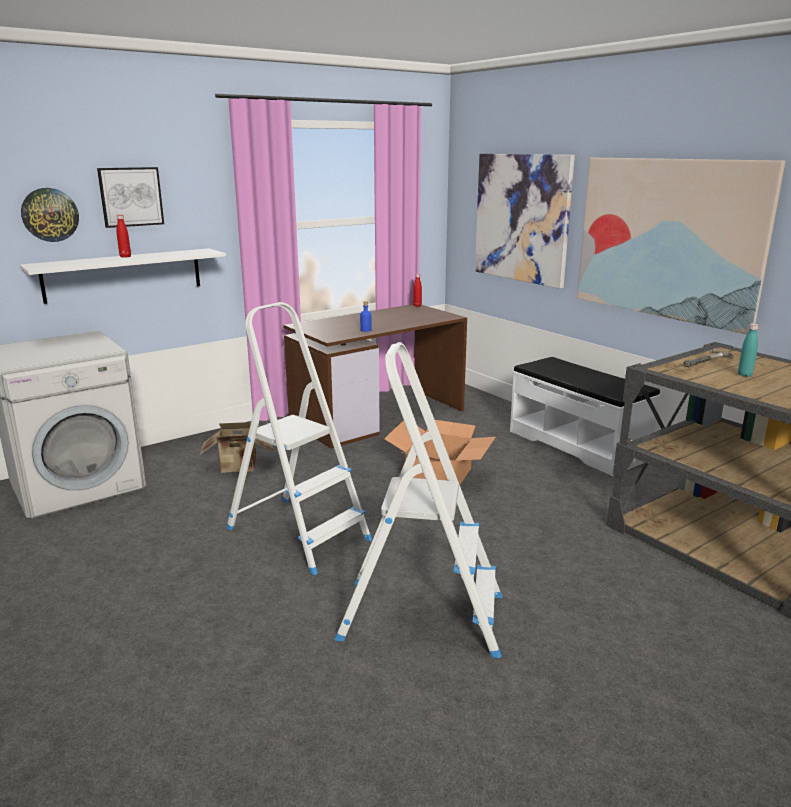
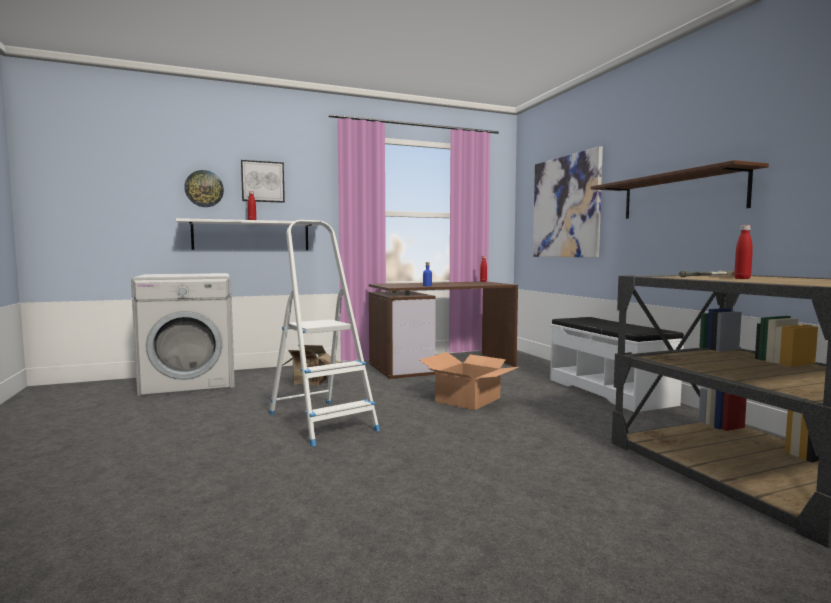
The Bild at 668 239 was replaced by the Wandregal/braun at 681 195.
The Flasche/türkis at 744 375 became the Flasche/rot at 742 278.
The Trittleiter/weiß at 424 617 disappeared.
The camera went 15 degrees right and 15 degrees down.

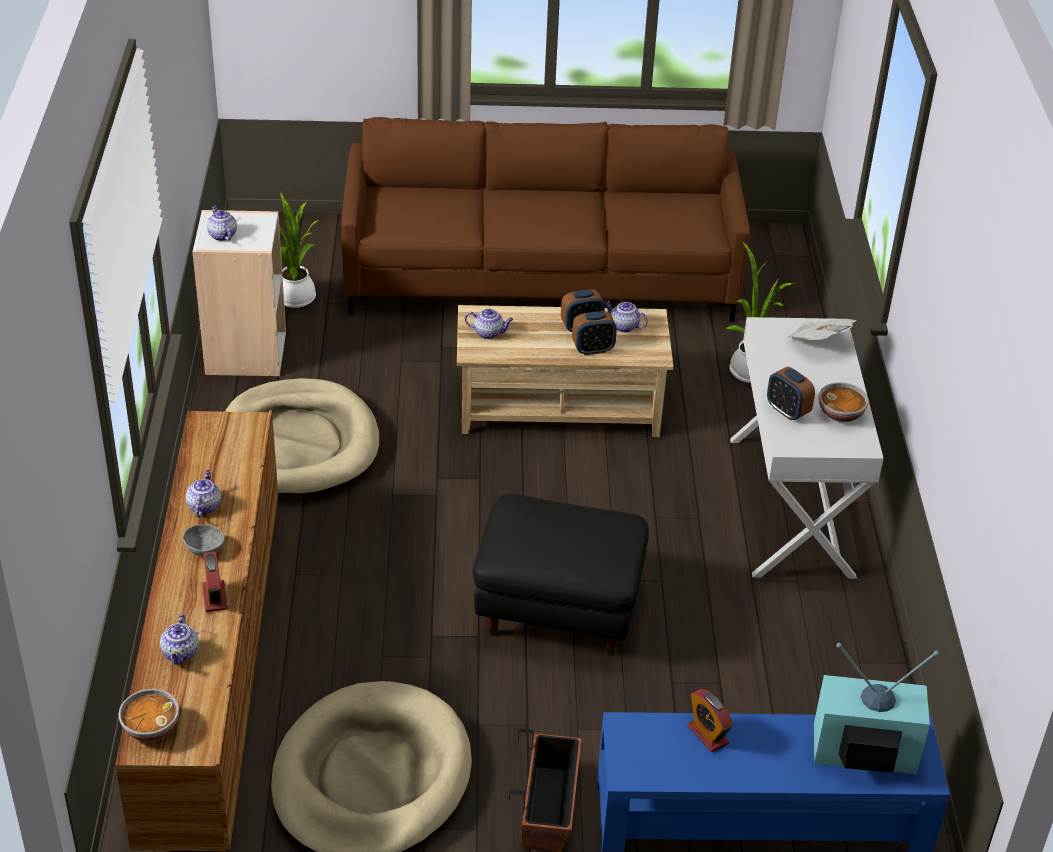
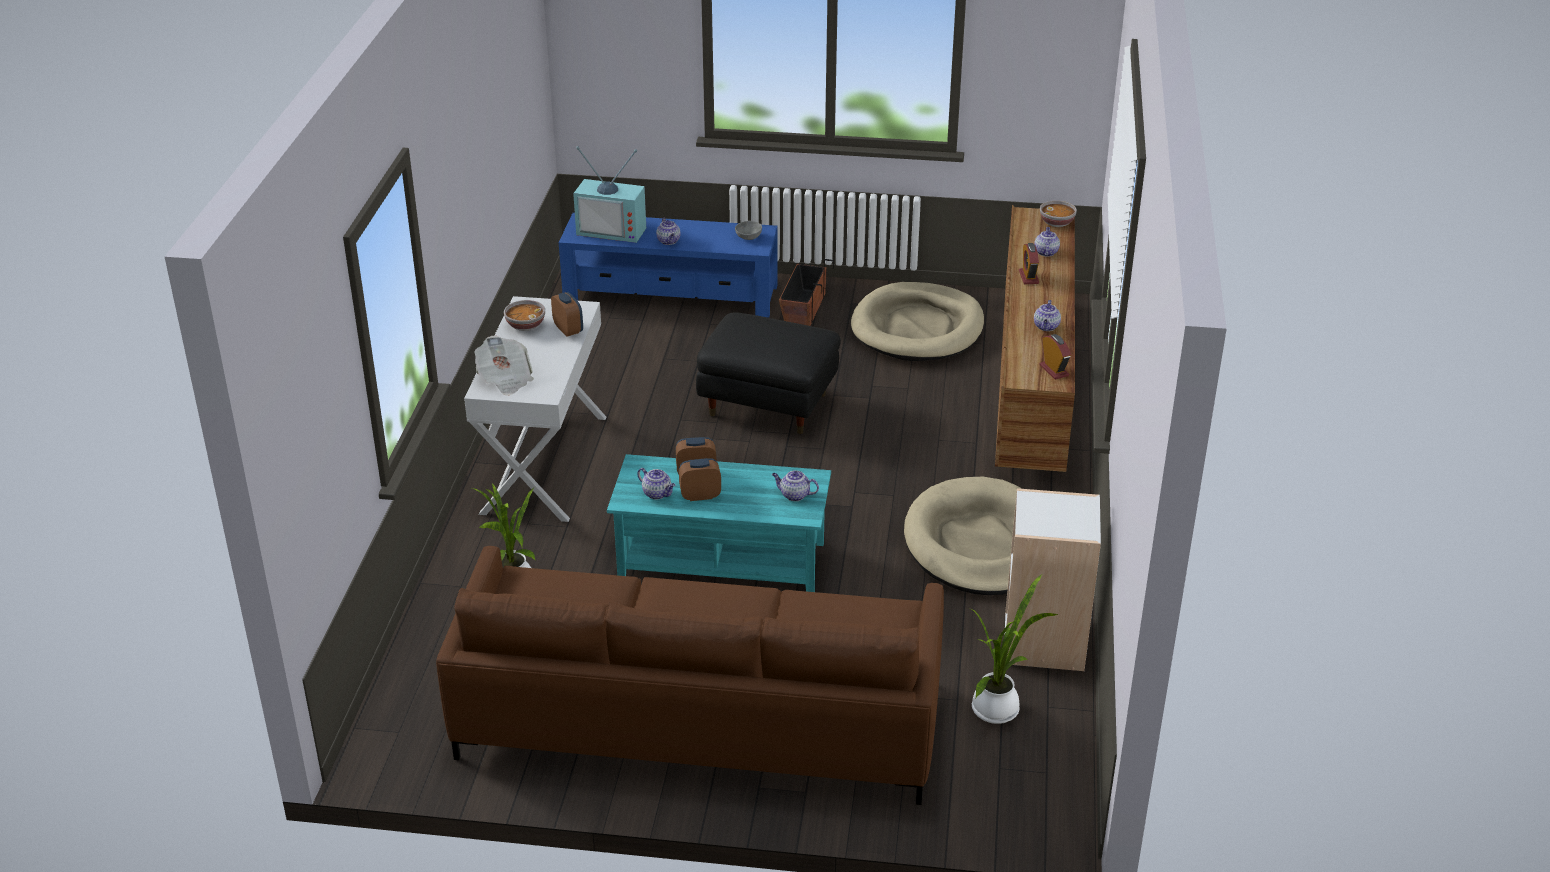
The Teekanne moved from 222 235 to 669 241.
The Couchtisch/beige at 560 406 became the Couchtisch/türkis at 721 562.
The Schüssel/grau moved from 205 548 to 748 237.
The Wecker moved from 708 734 to 1054 370.
The camera went 170 degrees left and 5 degrees down.

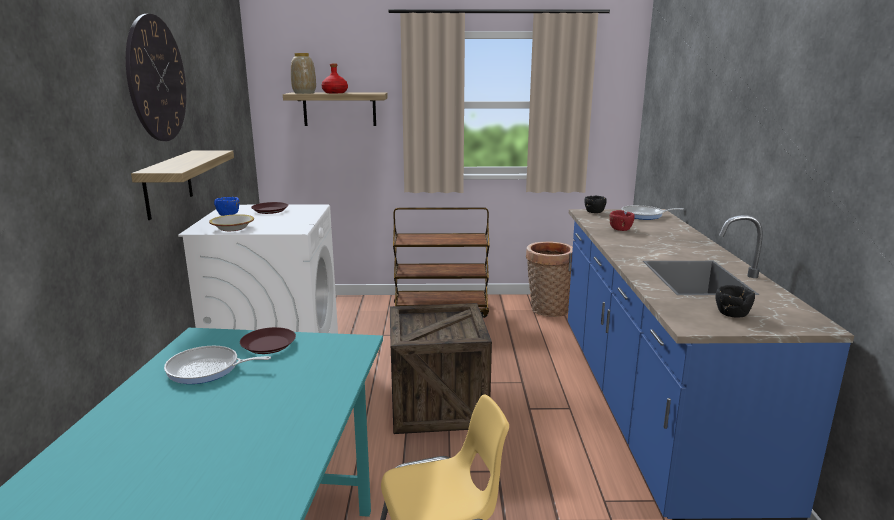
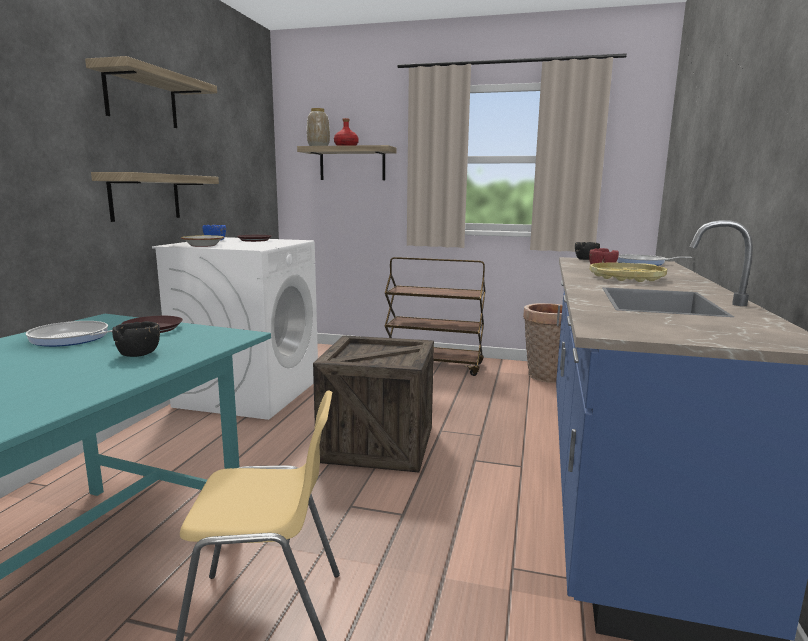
The Wanduhr at 157 79 was replaced by the Wandregal at 141 98.
The Schüssel/schwarz moved from 732 313 to 138 354.
The Tablett/gelb at 626 278 appeared.
The camera went 15 degrees right and 5 degrees down.

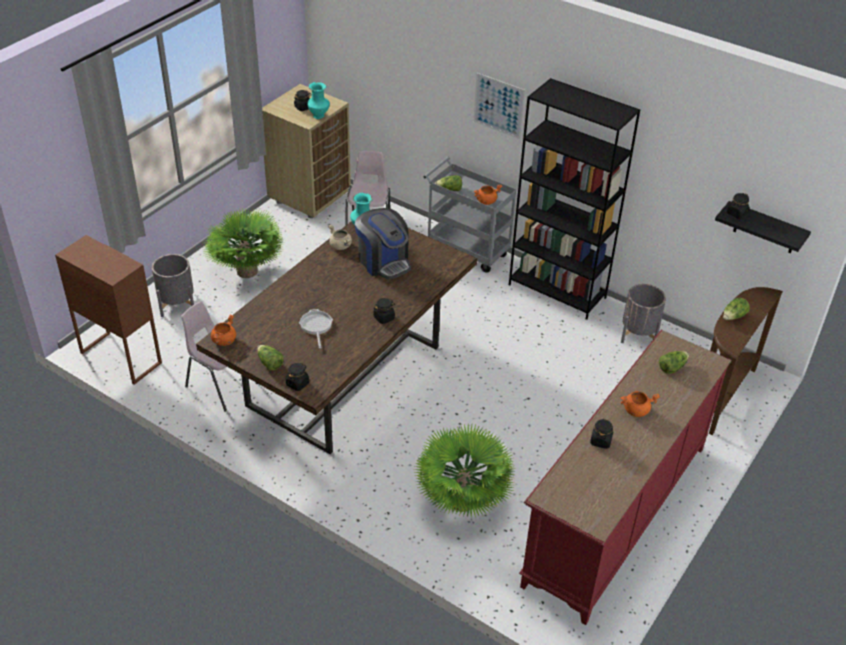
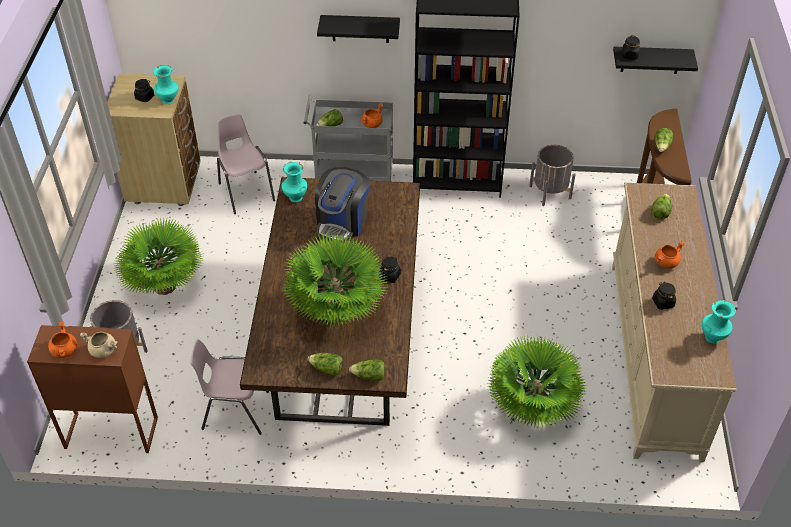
The Bild at 498 106 was replaced by the Wandregal/schwarz at 360 28.
The Kaffeemaschine at 383 261 turned 90 degrees clockwise.
The Kochtopf/beige moved from 341 246 to 103 350.
The Pfanne at 316 326 was replaced by the Topfpflanze at 337 313.
The Kochtopf/orange moved from 224 340 to 64 351.
The Schrank/rot at 615 513 became the Schrank/beige at 652 356.
The Vorratsglas/schwarz at 297 383 was replaced by the Salatkopf at 369 376.
The Vase/türkis at 713 337 appeared.
The camera went 30 degrees left and 5 degrees up.

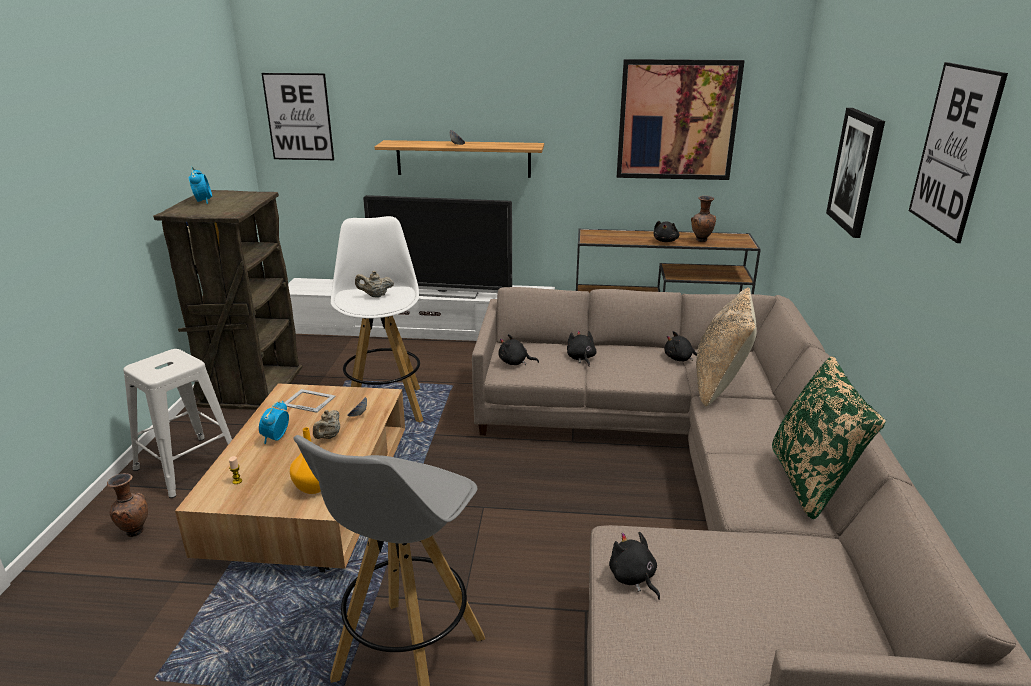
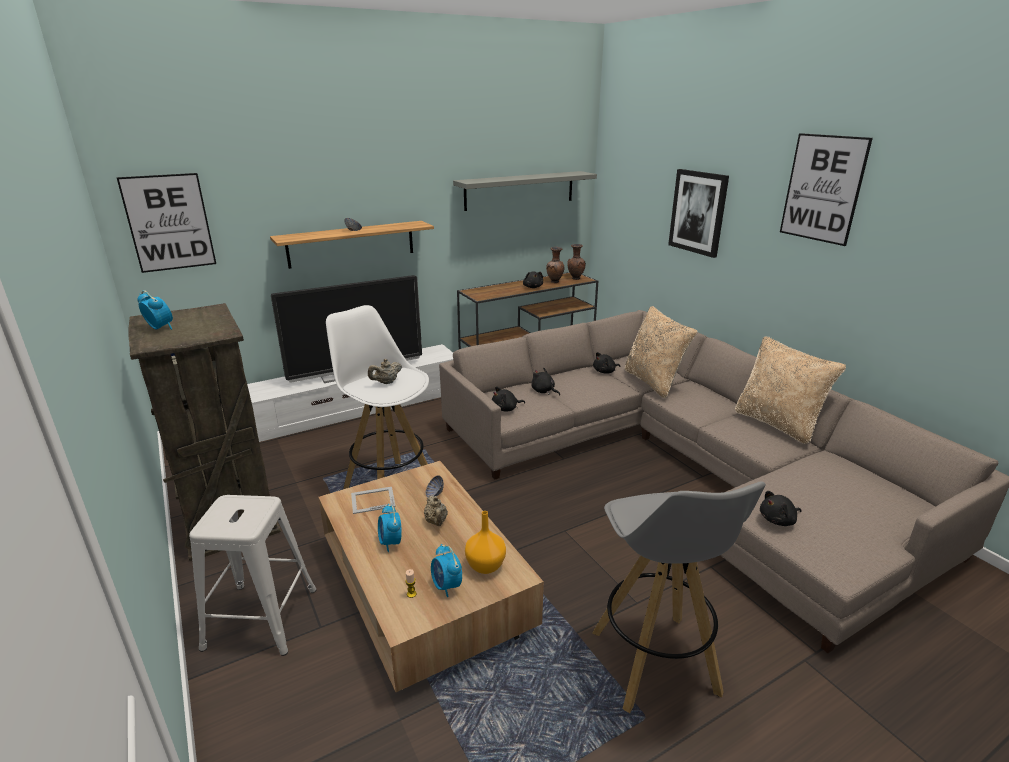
The Bild at 677 120 was replaced by the Wandregal/grau at 520 190.
The Kissen/grün at 809 486 became the Kissen/beige at 776 426.
The Vase/braun moved from 134 531 to 575 278.
The Plüschtier/schwarz at 633 578 turned 45 degrees counterclockwise.
The Wecker at 446 586 appeared.
The camera went 35 degrees left and 0 degrees up.

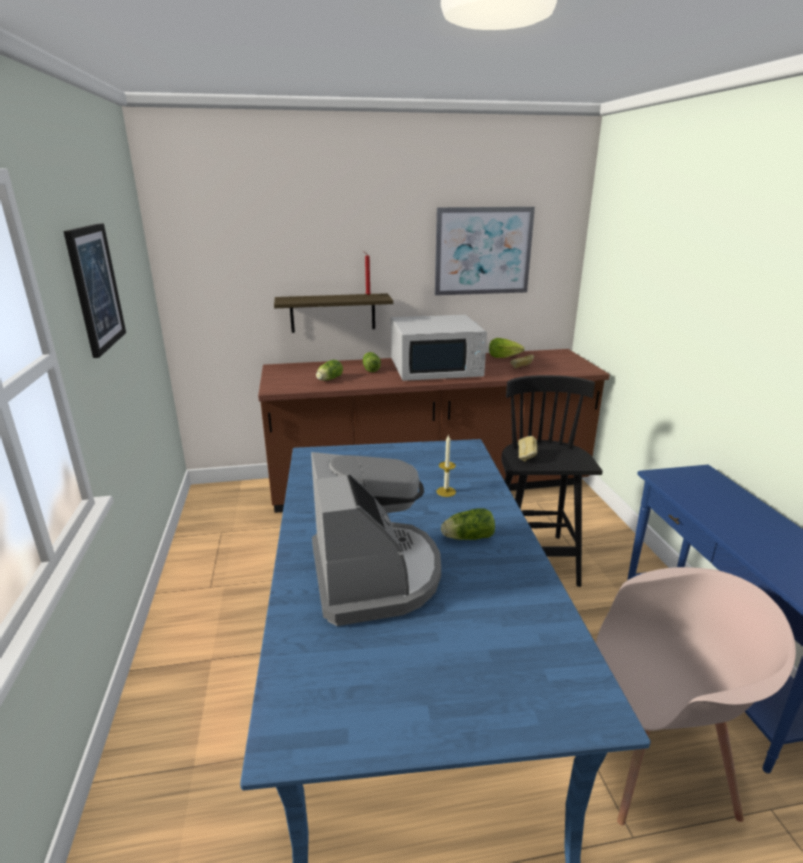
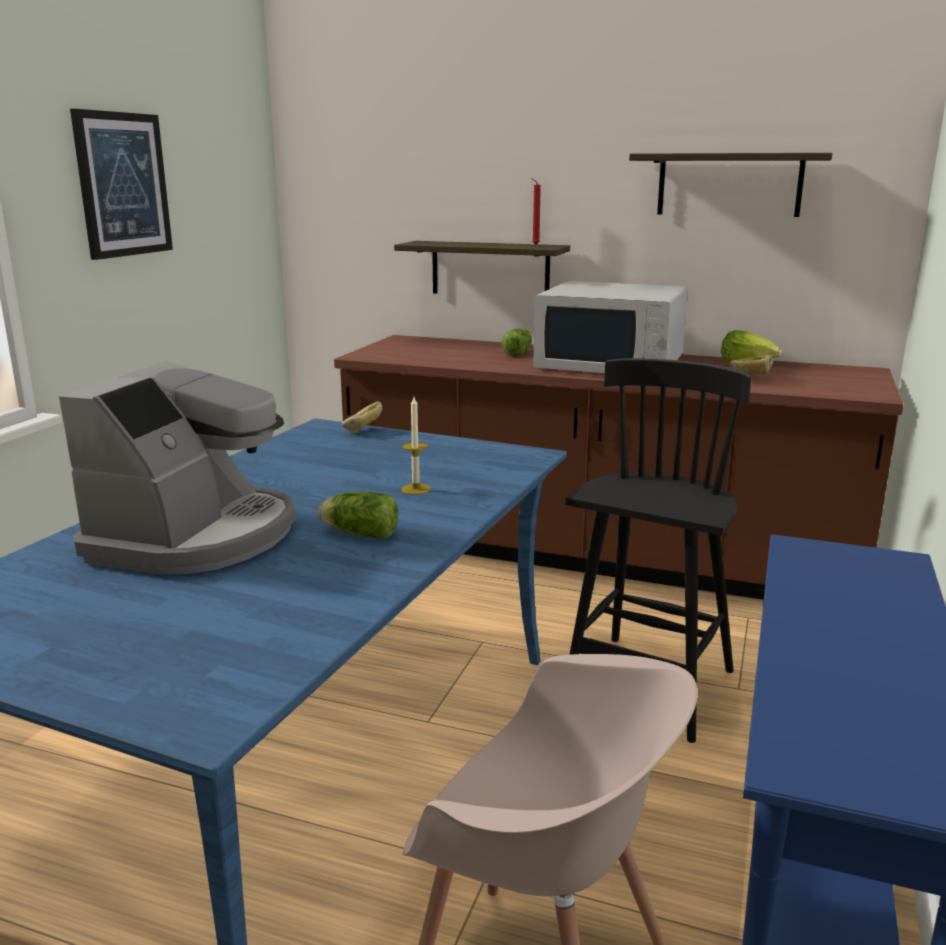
The Bild at 483 251 was replaced by the Wandregal at 729 185.
The Salatkopf at 328 379 disappeared.
The Brot moved from 526 457 to 363 431.
The camera went 30 degrees right and 5 degrees down.

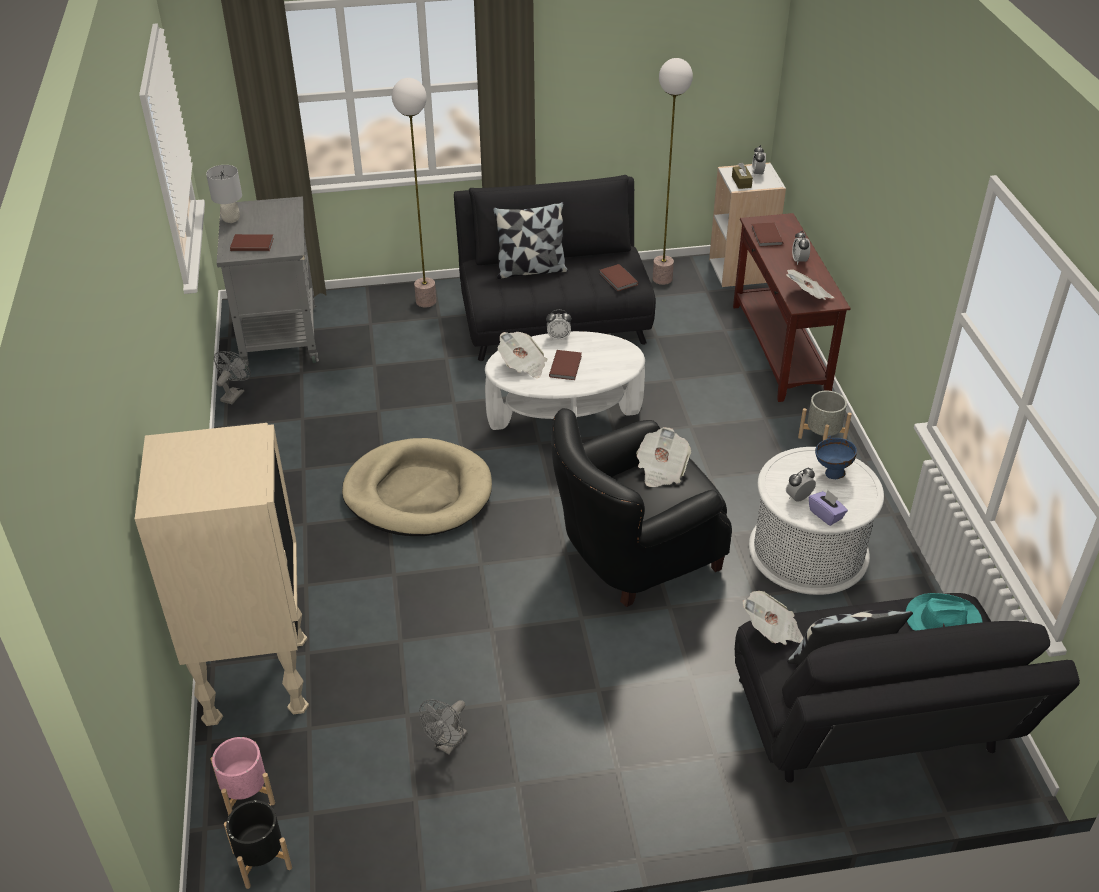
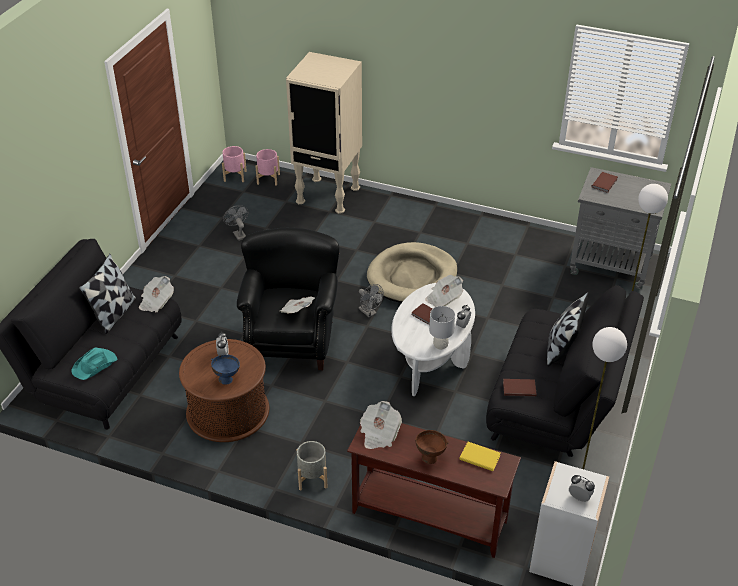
The Taschentuchbox/braun at 741 182 disappeared.
The Tischlampe/grau moved from 230 220 to 440 345.
The Buch/braun at 766 236 became the Buch/gelb at 479 456.
The Wecker at 799 261 was replaced by the Schüssel/braun at 430 457.
The Ventilator/grau moved from 234 394 to 369 313.
The Couchtisch/weiß at 808 551 became the Couchtisch/braun at 228 411.
The Taschentuchbox/lila at 826 515 disappeared.
The Pflanzkübel/schwarz at 262 860 became the Pflanzkübel/rosa at 235 176.
The camera went 120 degrees right and 0 degrees up.

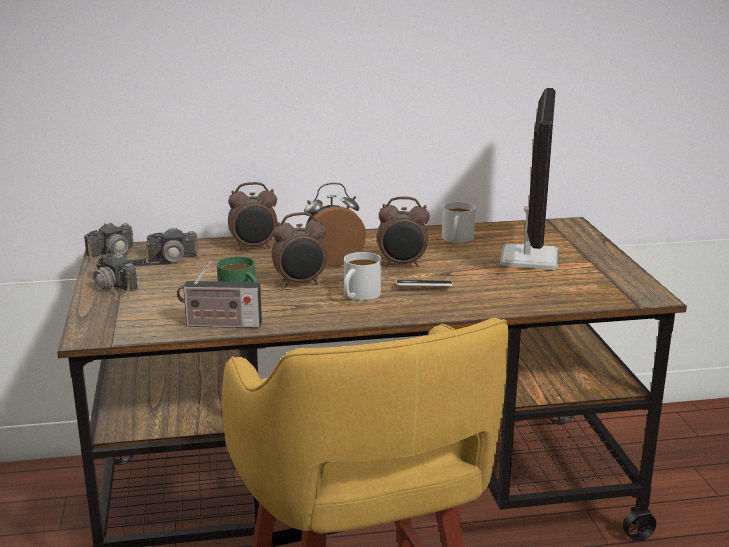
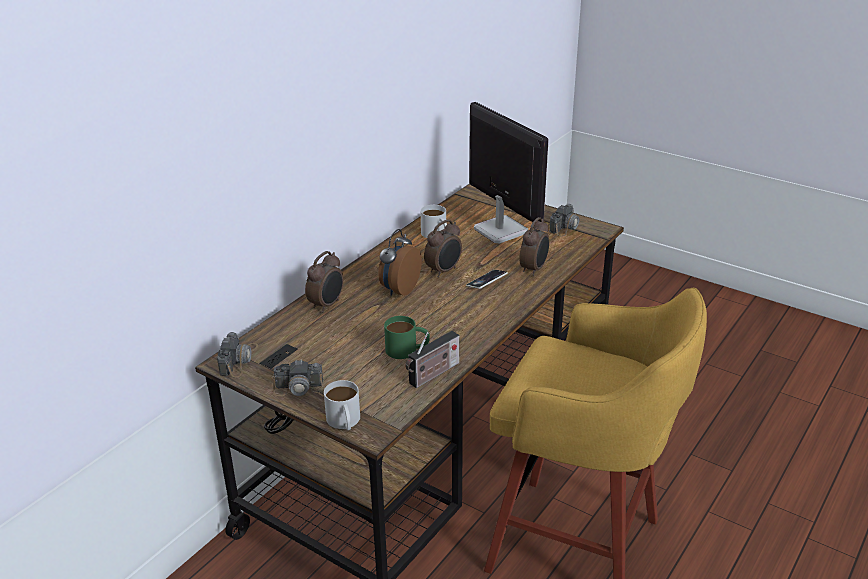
The Wecker moved from 300 283 to 534 269.
The Kamera moved from 178 258 to 568 226.
The Henkelbecher/weiß moved from 358 295 to 344 422.
The camera went 45 degrees left and 10 degrees up.

